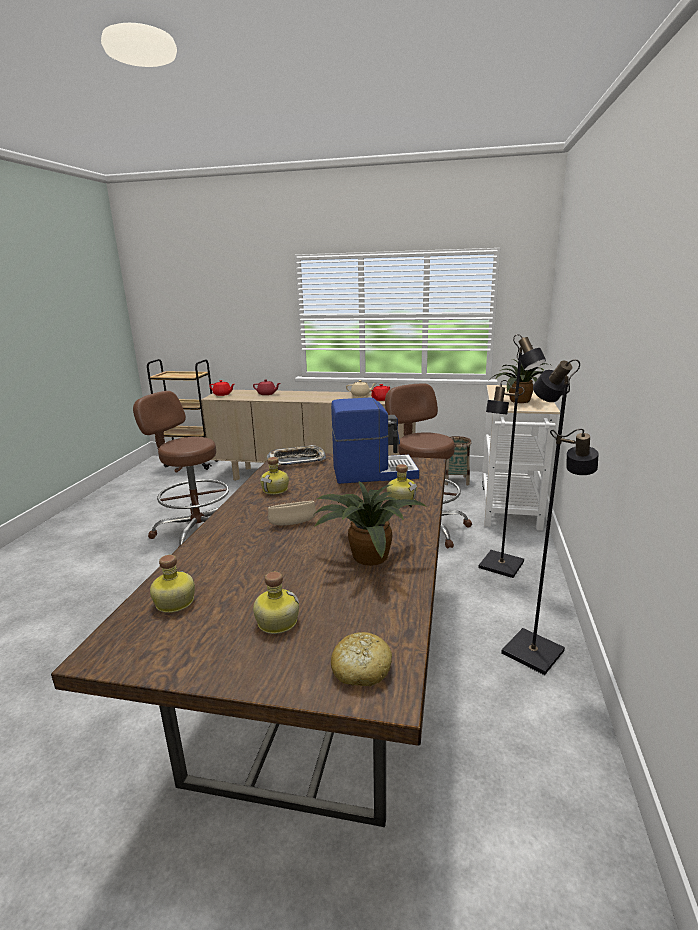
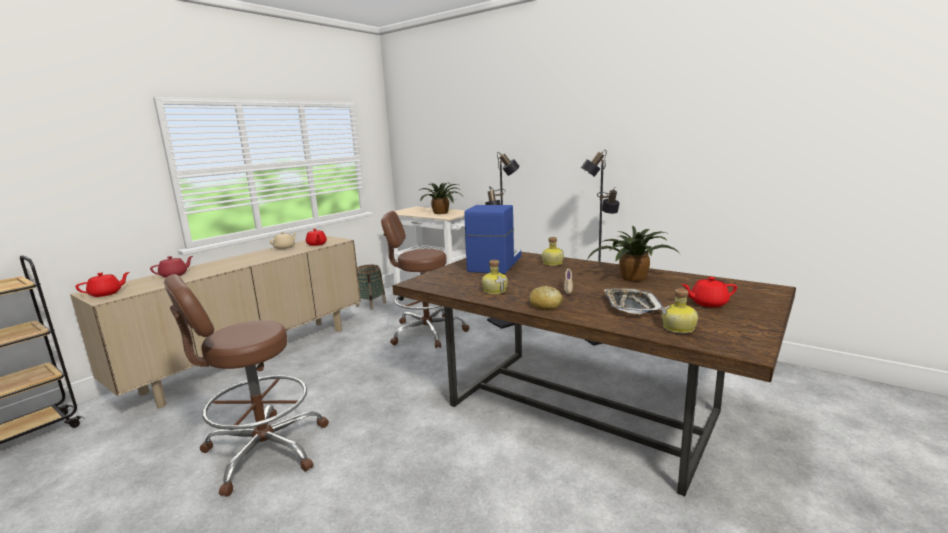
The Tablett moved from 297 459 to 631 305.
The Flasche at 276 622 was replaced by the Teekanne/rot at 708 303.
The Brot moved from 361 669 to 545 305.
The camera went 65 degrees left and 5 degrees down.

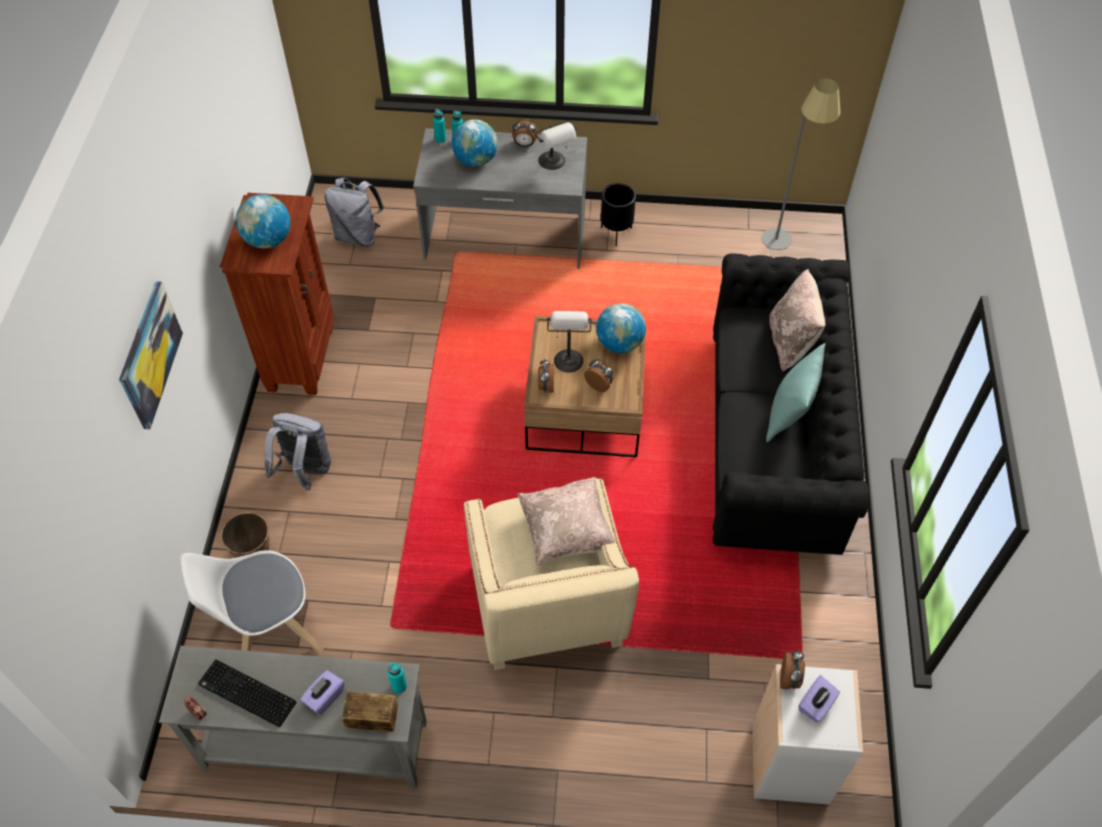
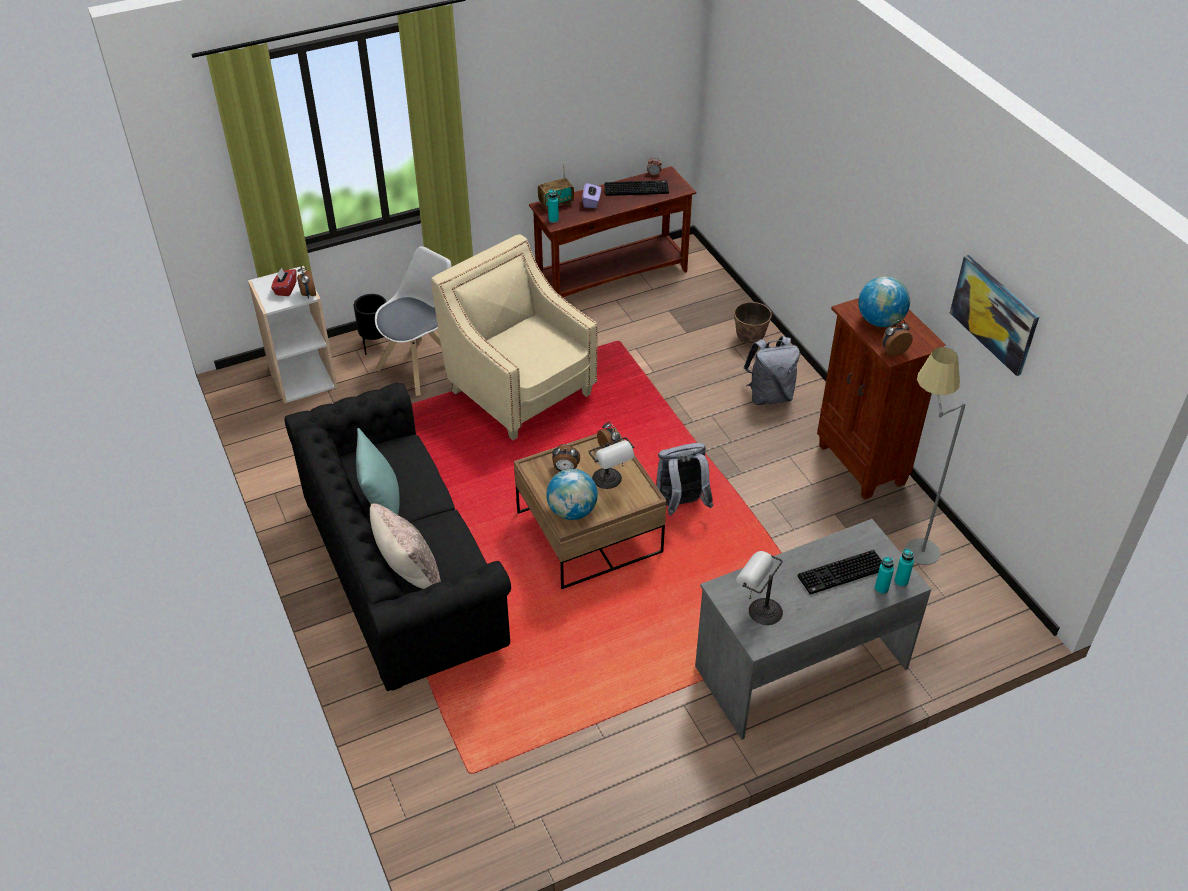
The Stehlampe/grau moved from 782 248 to 908 543.
The Globus at 475 160 was replaced by the Tastatur at 841 574.
The Wecker moved from 524 145 to 893 351.
The Rucksack/grau moved from 358 235 to 680 505.
The Pflanzkübel/schwarz moved from 616 234 to 376 345.
The Bild moved from 149 355 to 994 314.
The Kissen/beige at 566 532 disappeared.
The Stuhl moved from 269 632 to 421 365.
The Konsolentisch/grau at 315 745 became the Konsolentisch/braun at 612 277.
The Taschentuchbox/lila at 816 705 became the Taschentuchbox/rot at 285 289.
The camera went 150 degrees right and 10 degrees down.

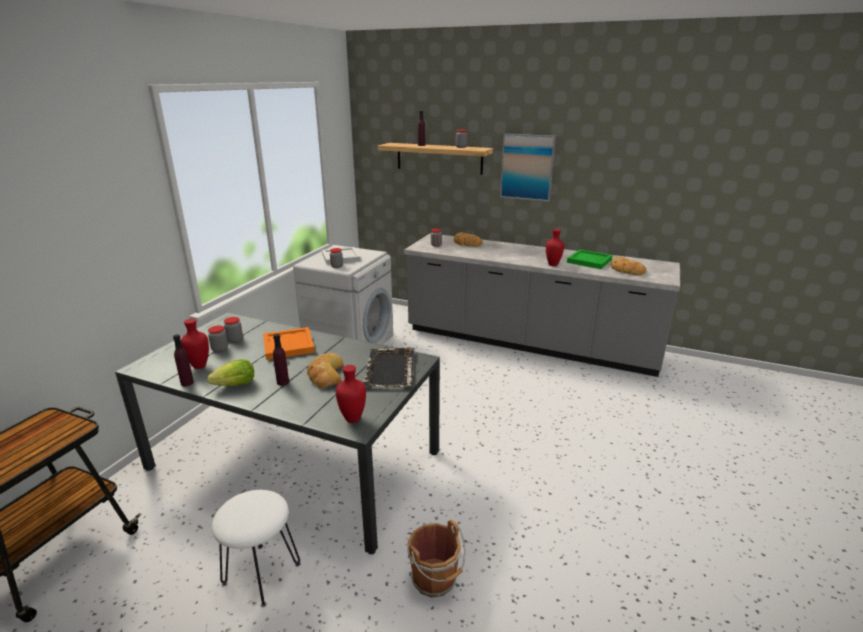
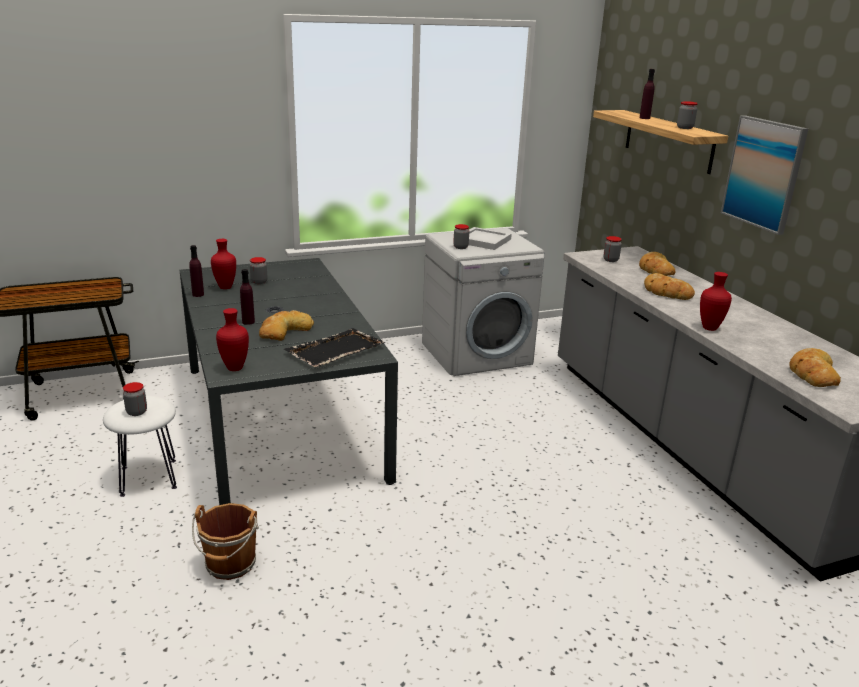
The Tablett/grün at 589 261 disappeared.
The Vorratsglas moved from 235 340 to 136 412.
The Tablett/orange at 287 345 disappeared.
The Salatkopf at 236 385 disappeared.
The Brot at 666 292 appeared.
The camera went 45 degrees right and 0 degrees up.

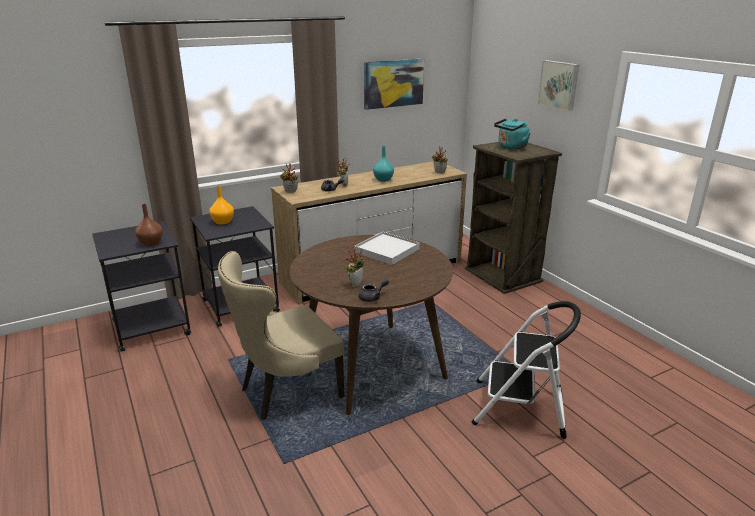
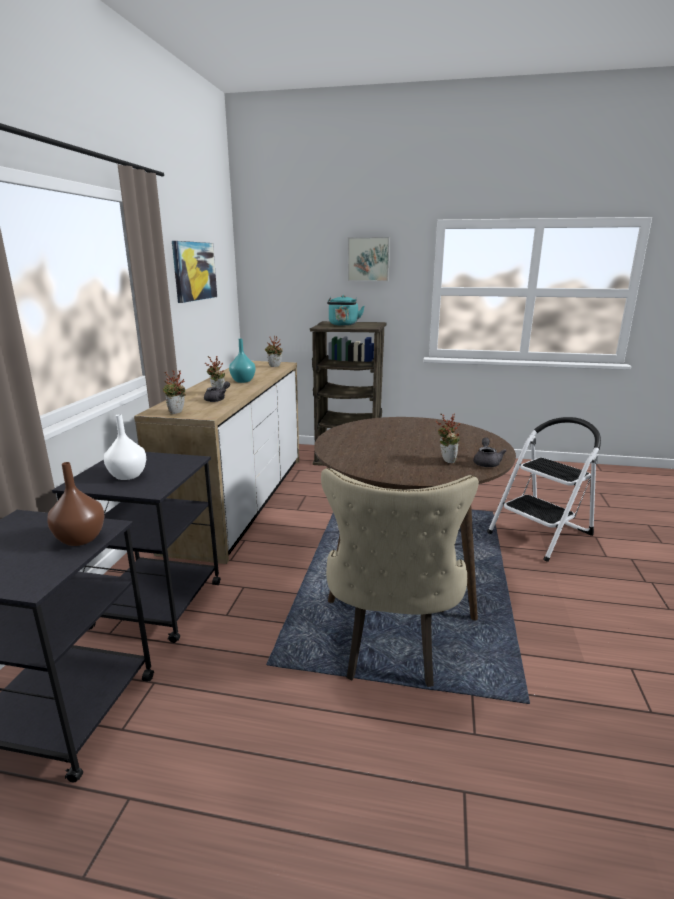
The Vase/orange at 222 222 became the Vase/weiß at 127 476.
The Tablett/weiß at 387 250 disappeared.
The camera went 50 degrees left and 5 degrees down.

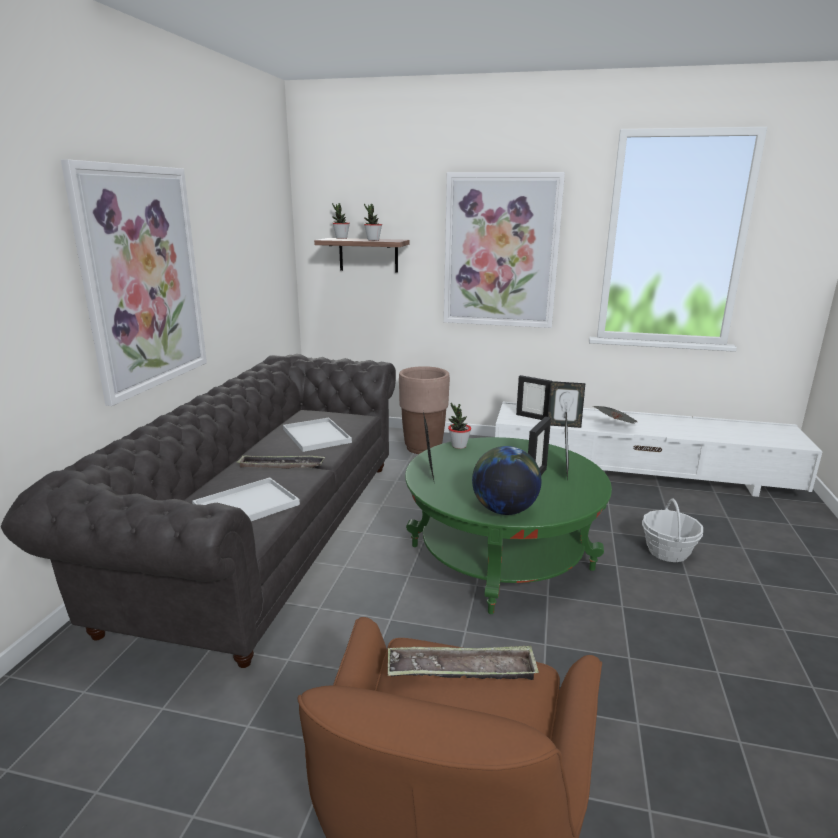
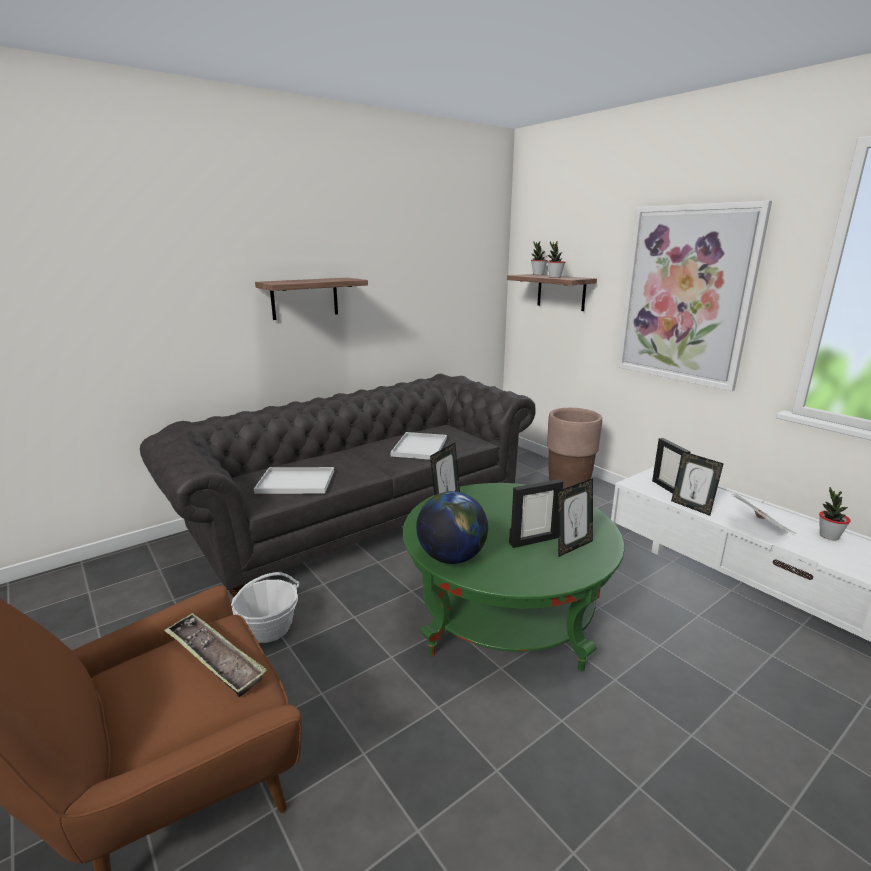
The Bild at 143 279 was replaced by the Wandregal at 304 298.
The Topfpflanze moved from 459 446 to 828 536.
The Tablett at 281 466 disappeared.
The Korb moved from 667 552 to 268 628.
The camera went 40 degrees right and 0 degrees up.

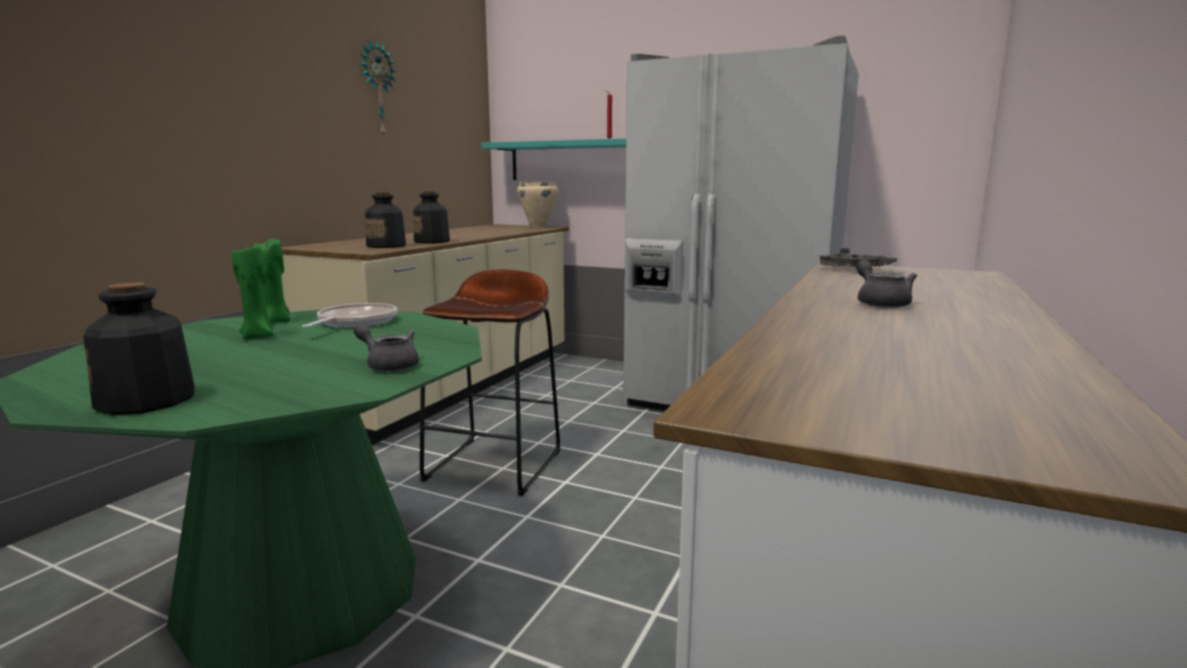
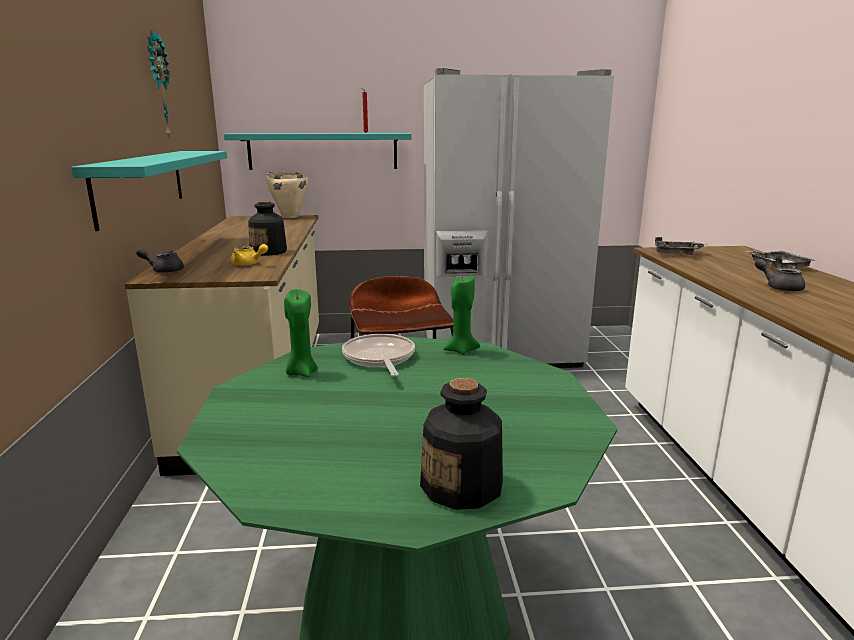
The Flasche at 387 246 was replaced by the Teekanne/gelb at 248 264.
The Kerze/grün moved from 259 336 to 461 350.
The Teekanne/grau moved from 389 365 to 164 270.
The Wandregal/türkis at 141 184 appeared.
The Tablett/grau at 777 266 appeared.
The camera went 30 degrees left and 5 degrees up.

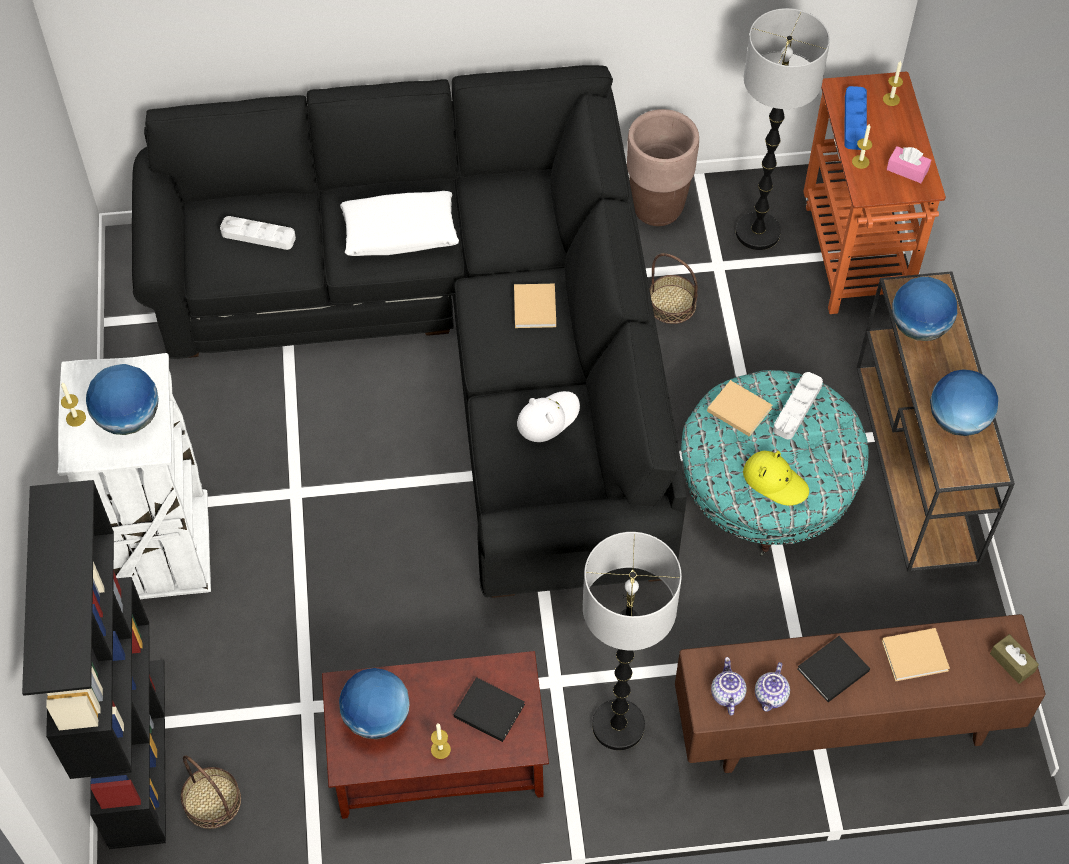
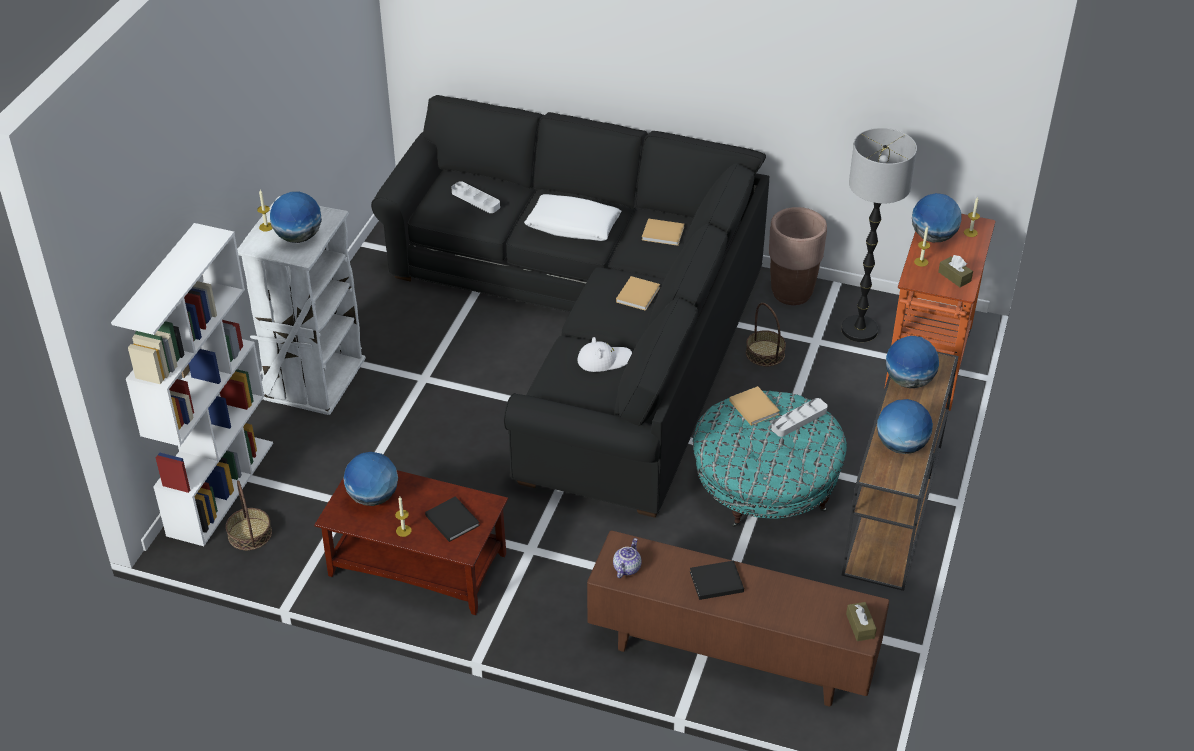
The Tablett/blau at 854 121 was replaced by the Globus at 933 237.
The Taschentuchbox/rosa at 907 170 became the Taschentuchbox/braun at 954 276.
The Hut/gelb at 775 481 disappeared.
The Bücherregal/schwarz at 136 751 became the Bücherregal/weiß at 220 487.
The Stehlampe at 618 726 disappeared.
The Buch/beige moved from 916 655 to 664 233.
The Teekanne at 771 696 disappeared.
The camera went 25 degrees right and 15 degrees down.

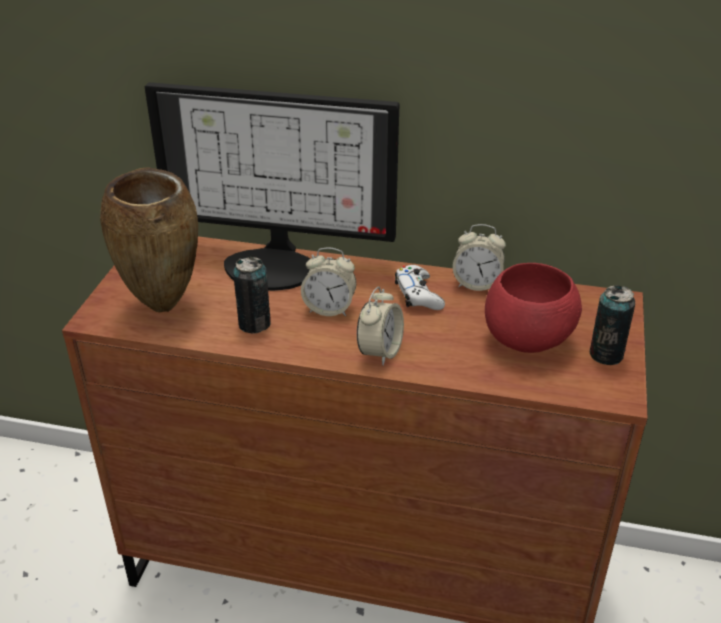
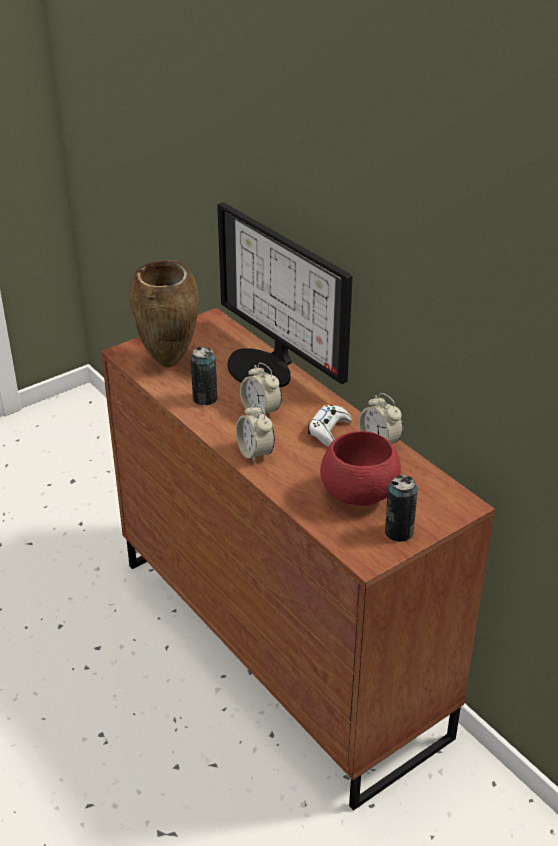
The Wecker at 380 352 turned 90 degrees clockwise.
The camera went 40 degrees right and 0 degrees up.

